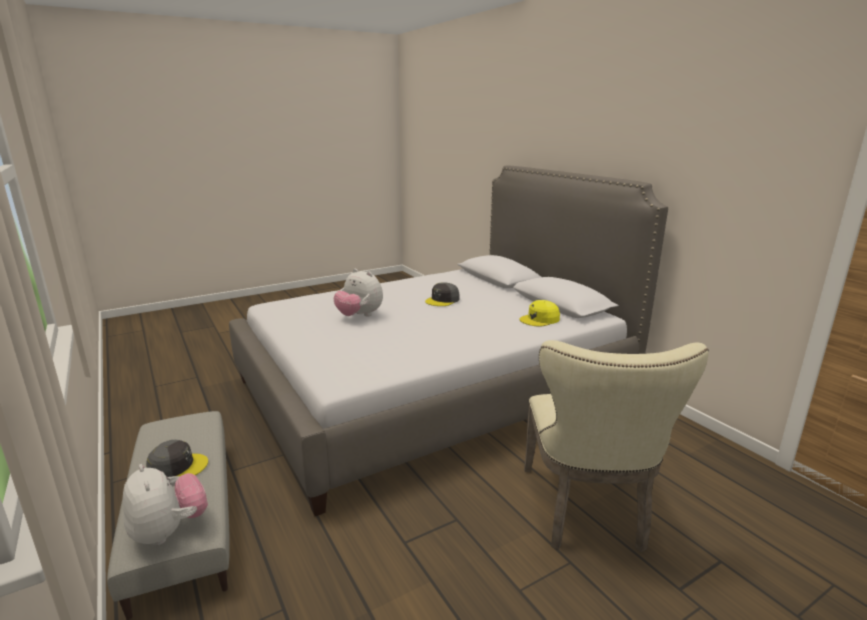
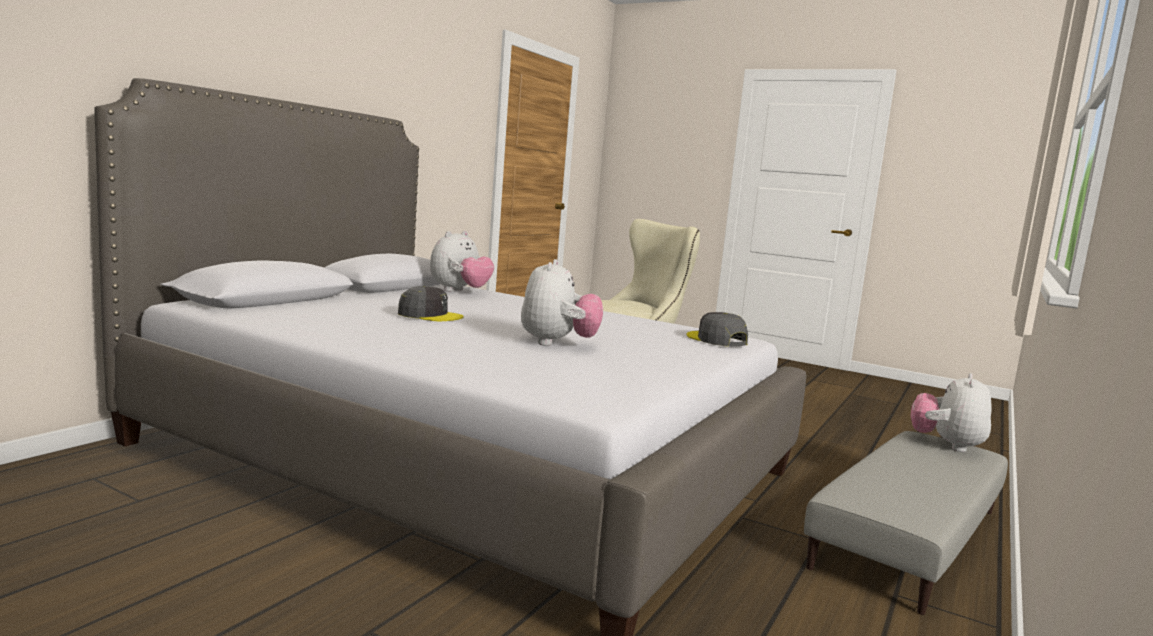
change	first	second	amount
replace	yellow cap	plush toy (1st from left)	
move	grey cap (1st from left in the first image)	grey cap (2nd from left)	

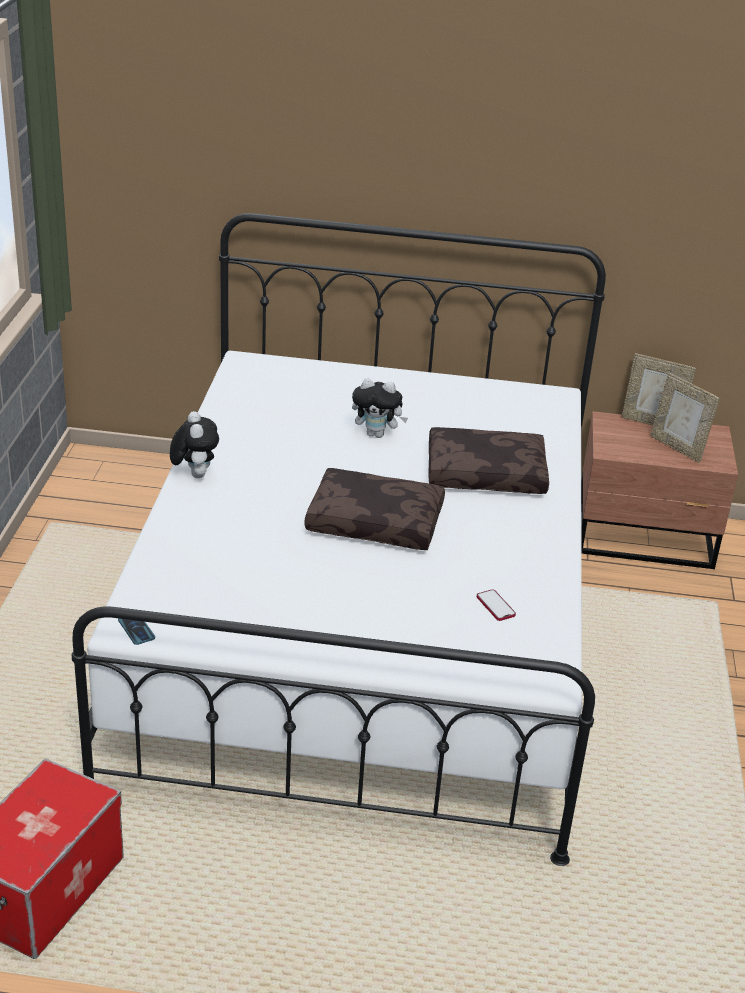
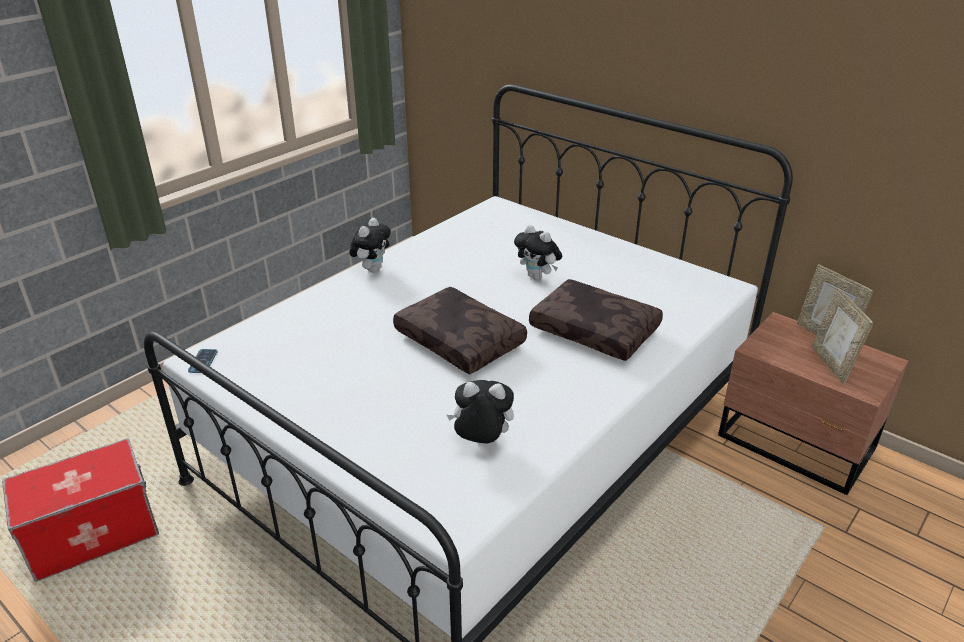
change	first	second	amount
replace	phone (2nd from left)	plush toy (2nd from left)	

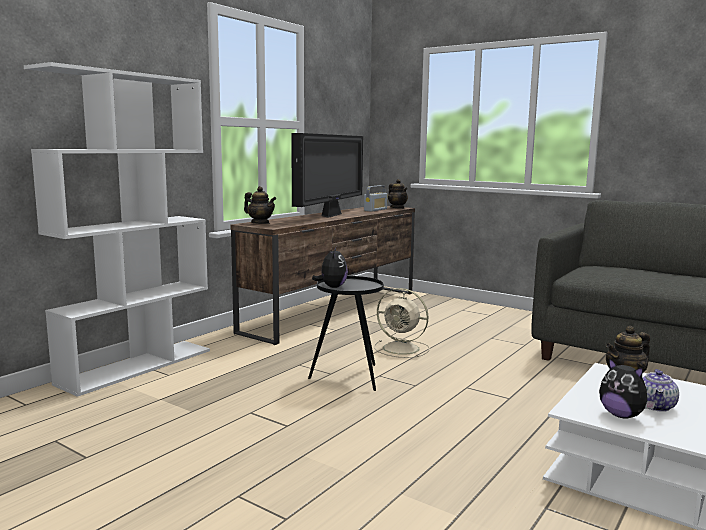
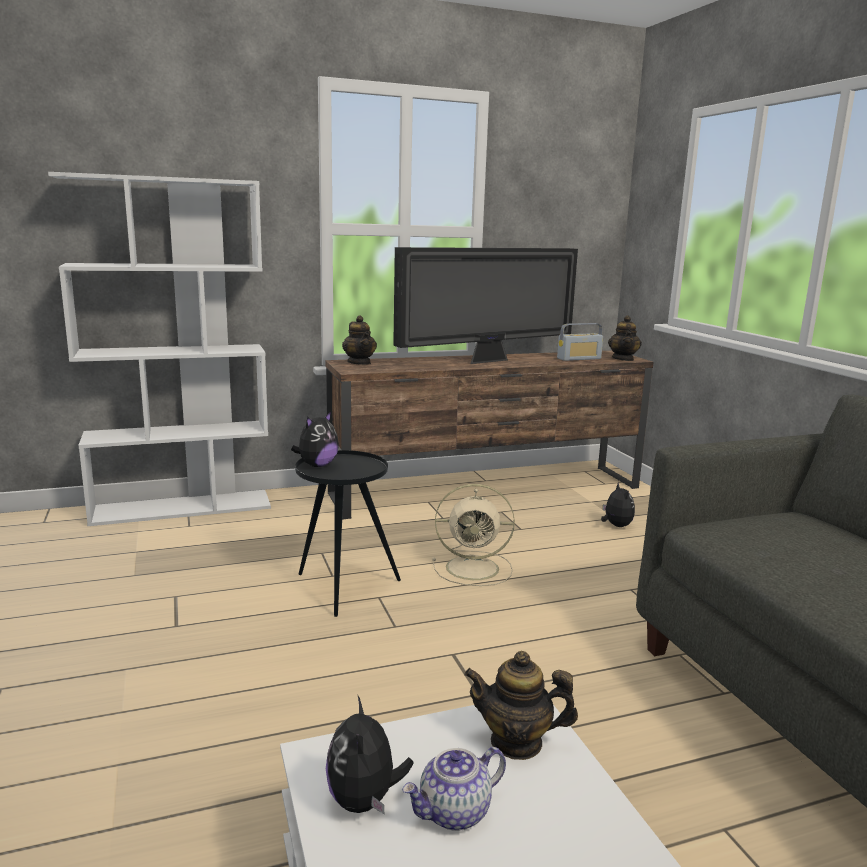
change	first	second	amount
rotate	beige fan		60 degrees counterclockwise
insert		plush toy (3rd from left)	

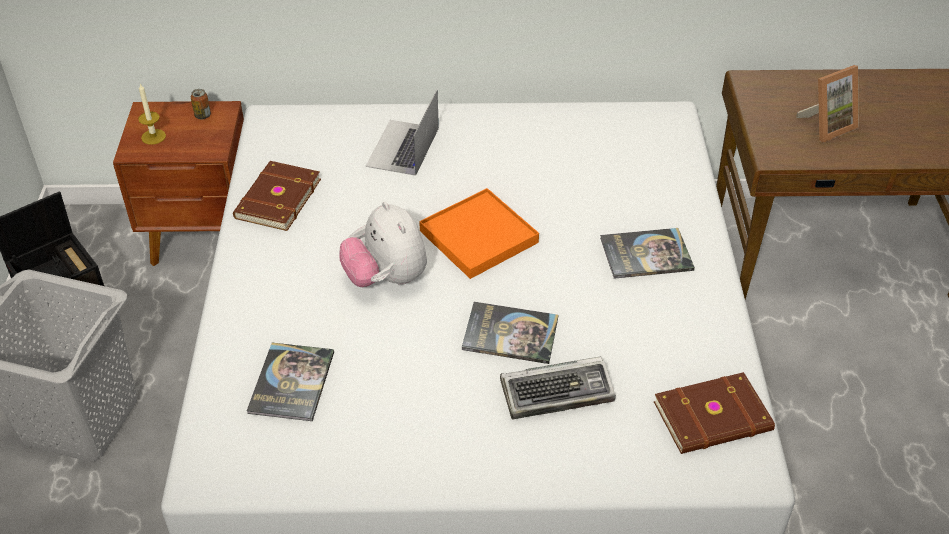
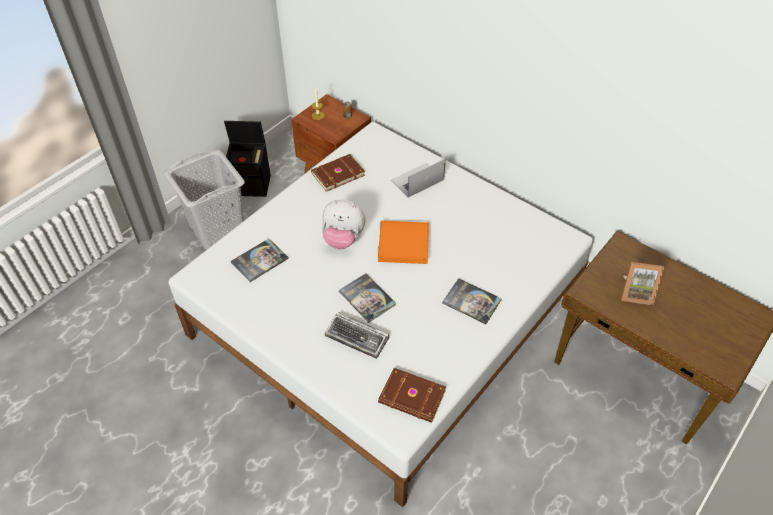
change	first	second	amount
rotate	plush toy		90 degrees counterclockwise

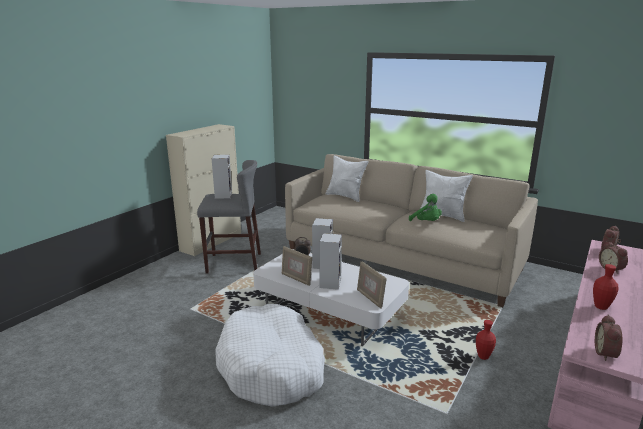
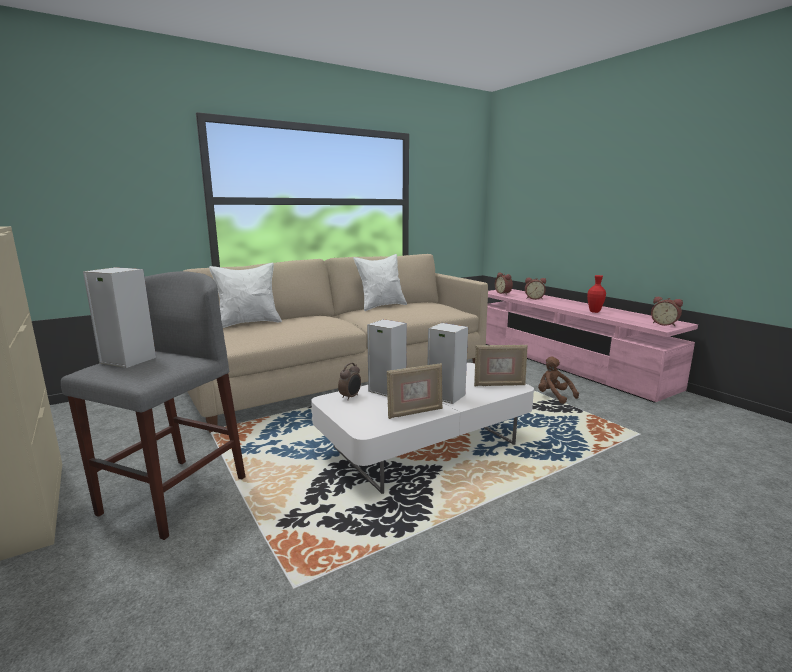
change	first	second	amount
delete	green plush toy		
delete	white dog bed		
replace	red vase (1st from left)	brown plush toy	

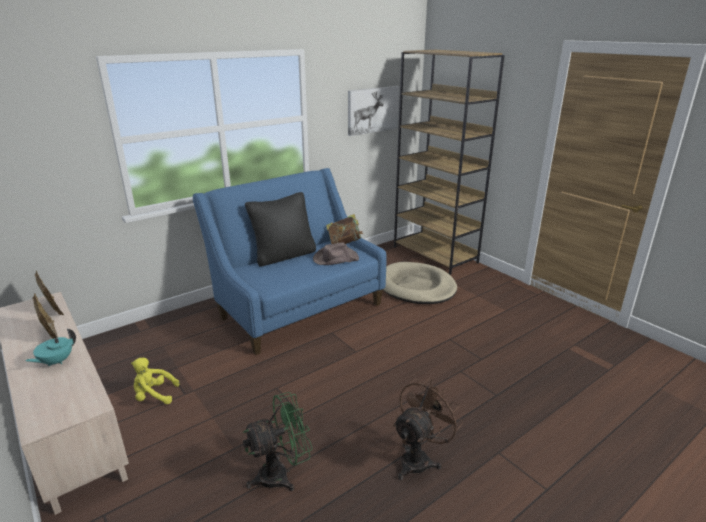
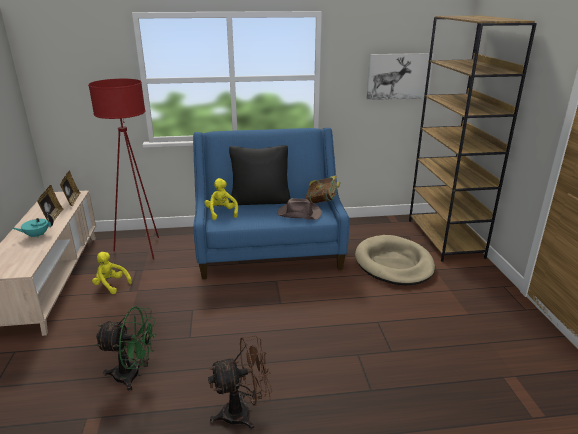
change	first	second	amount
insert		red floor lamp	
insert		yellow plush toy (2nd from left)	

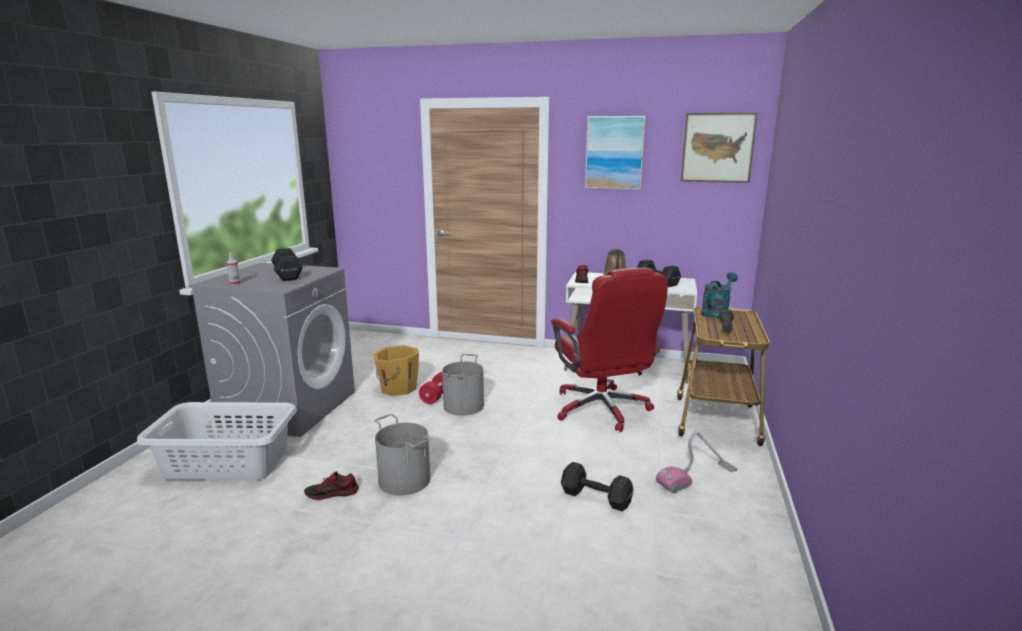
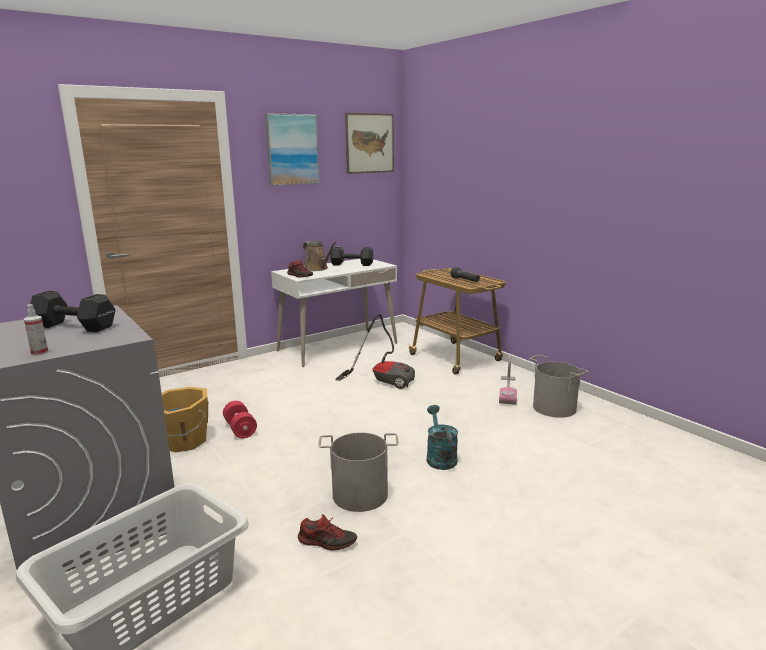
change	first	second	amount
replace	red office chair	vacuum cleaner (1st from left)	
move	turquoise watering can		
move	grey bucket (2nd from left)		
delete	black dumbbell (2nd from left)		
rotate	shoe (1st from left in the first image)	shoe (2nd from left)	105 degrees counterclockwise

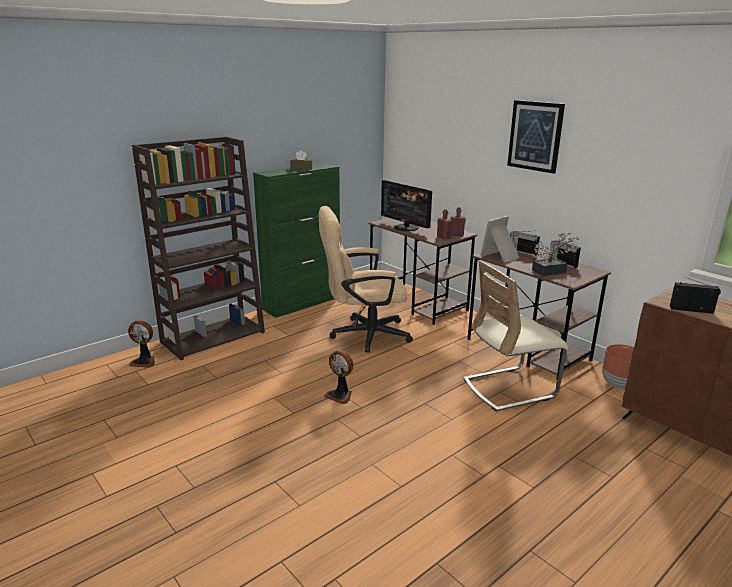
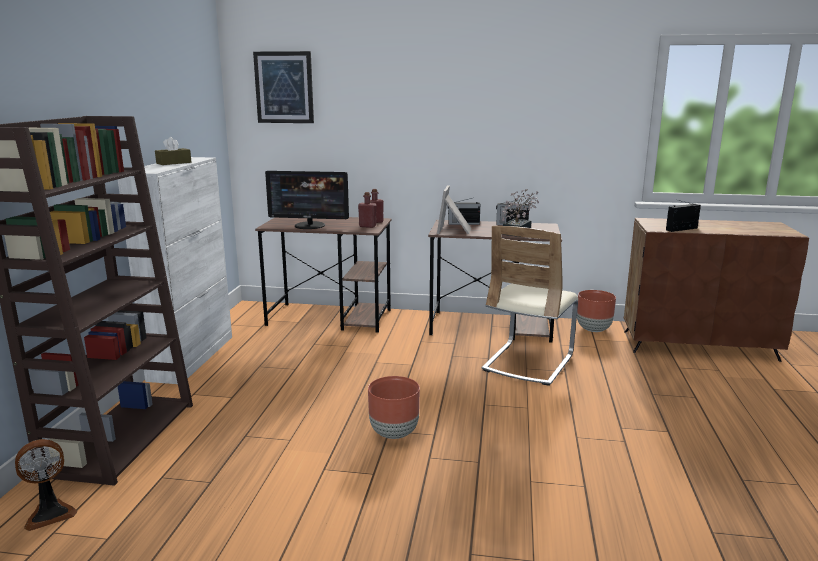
change	first	second	amount
move	picture		
recolor	green cabinet	white cabinet	
delete	beige office chair		
replace	fan (2nd from left)	brown planter (1st from left)	

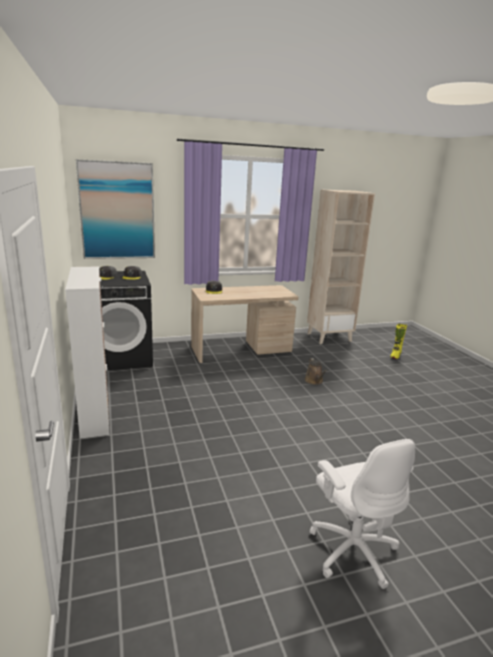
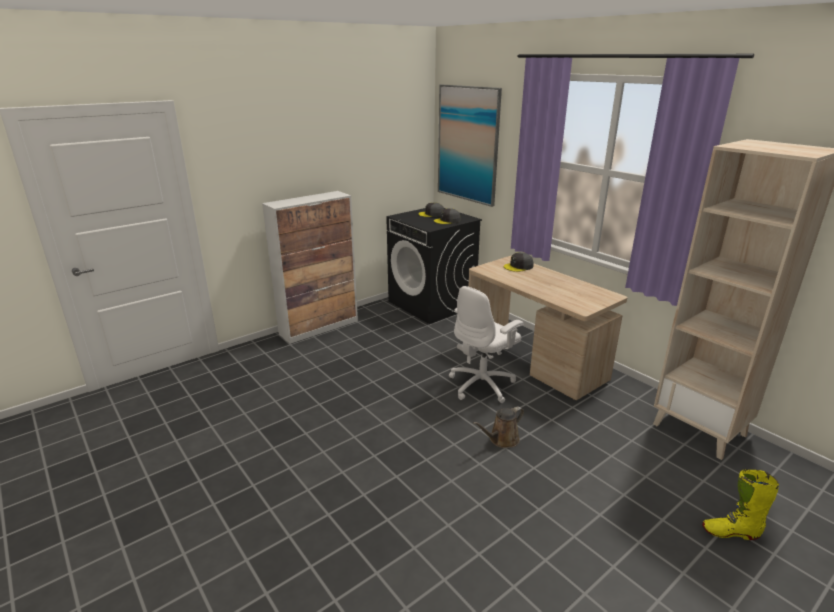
change	first	second	amount
move	white office chair		

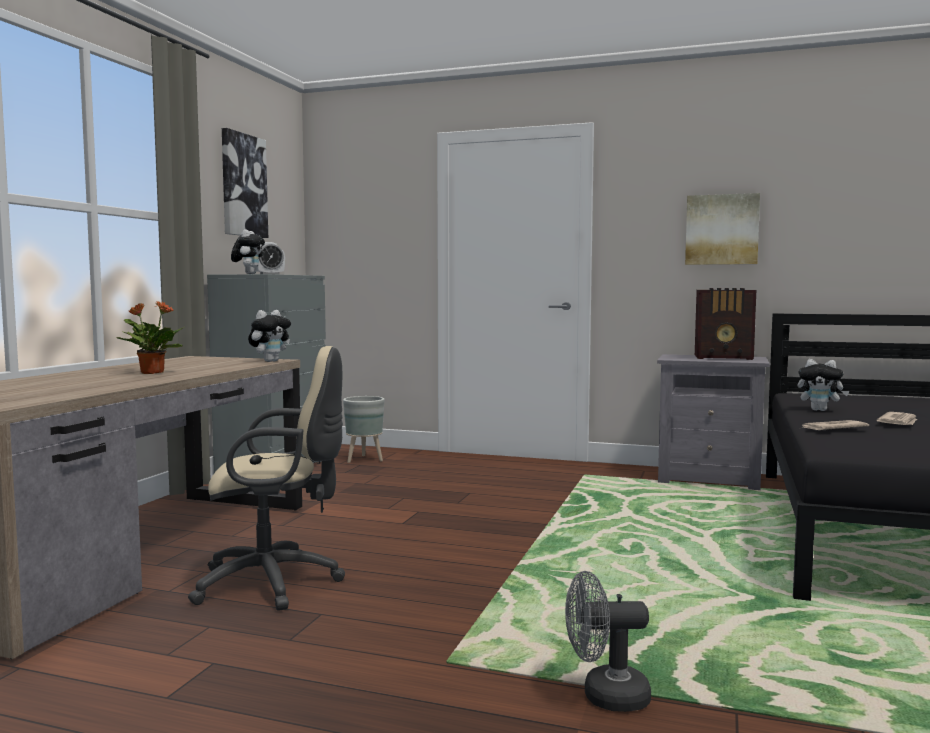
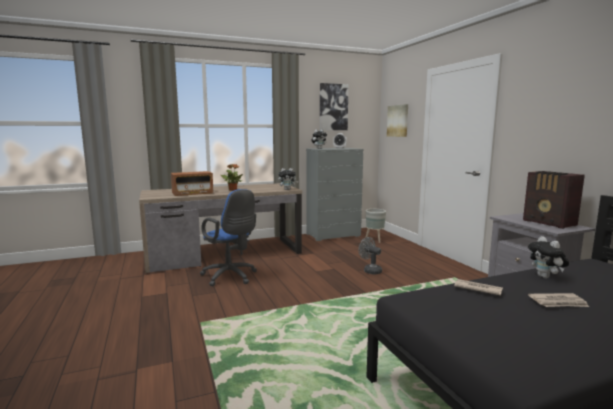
change	first	second	amount
move	picture (2nd from left)		
recolor	beige office chair	blue office chair	
move	grey fan		
insert		radio (1st from left)	

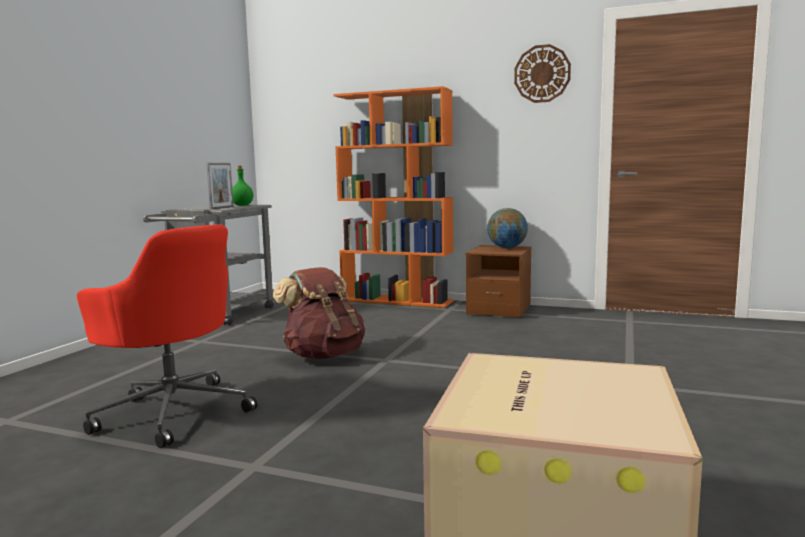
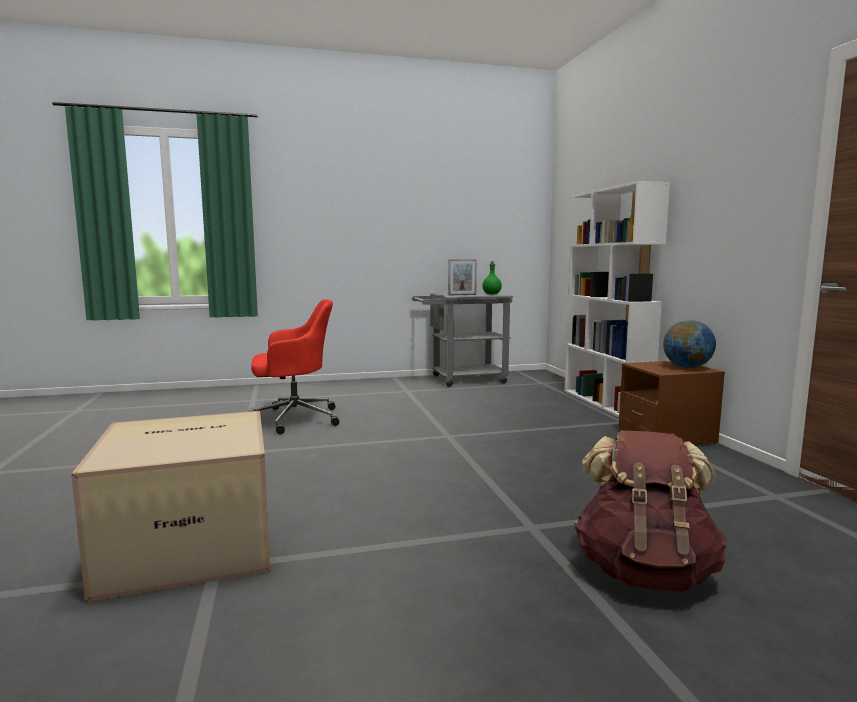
change	first	second	amount
delete	wall clock		
recolor	orange bookcase	white bookcase	
rotate	red office chair		105 degrees counterclockwise
move	brown backpack		

